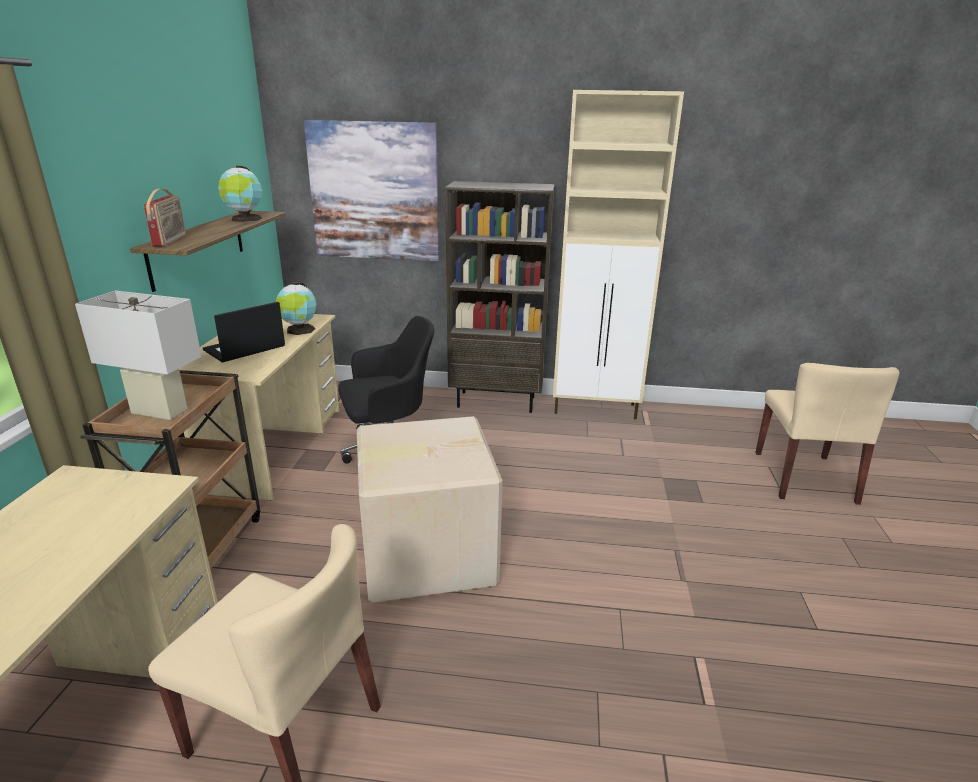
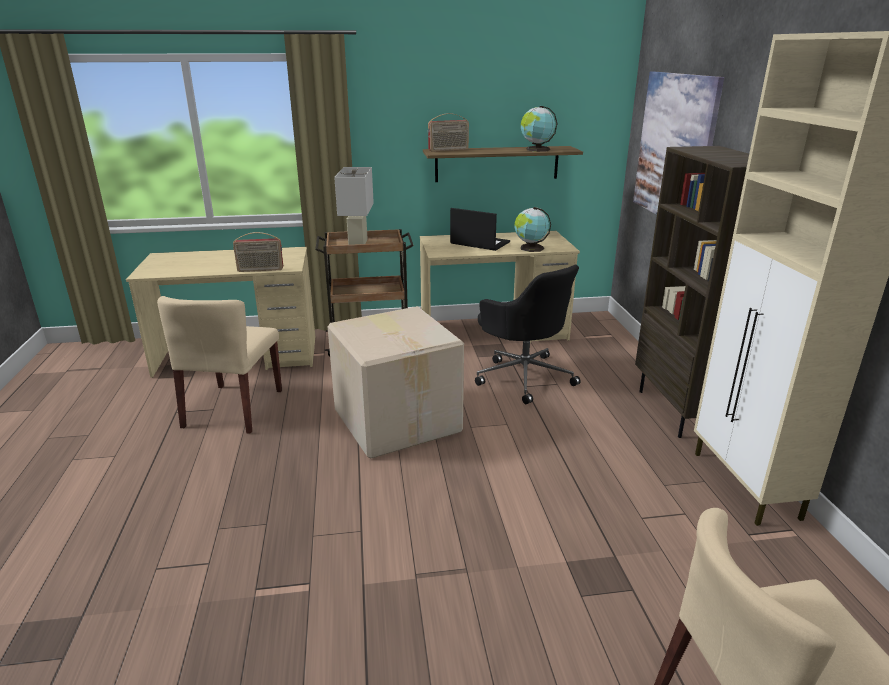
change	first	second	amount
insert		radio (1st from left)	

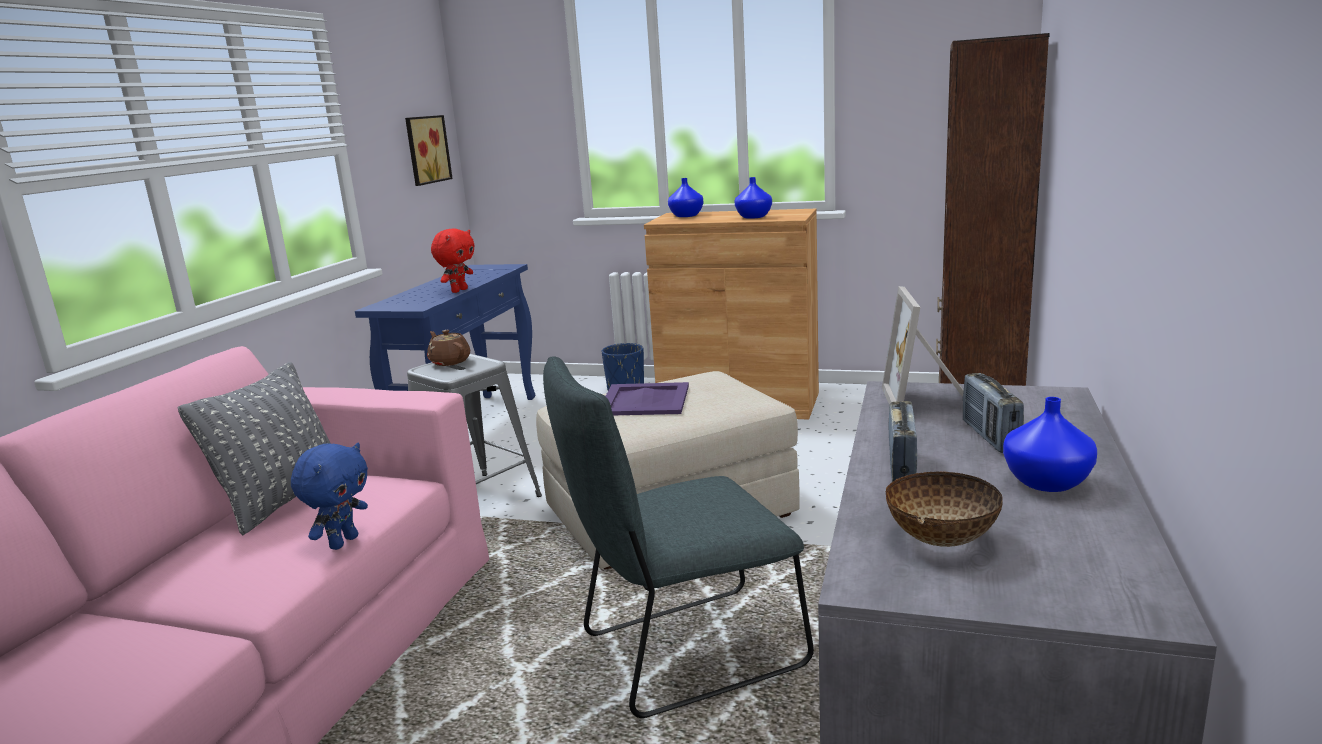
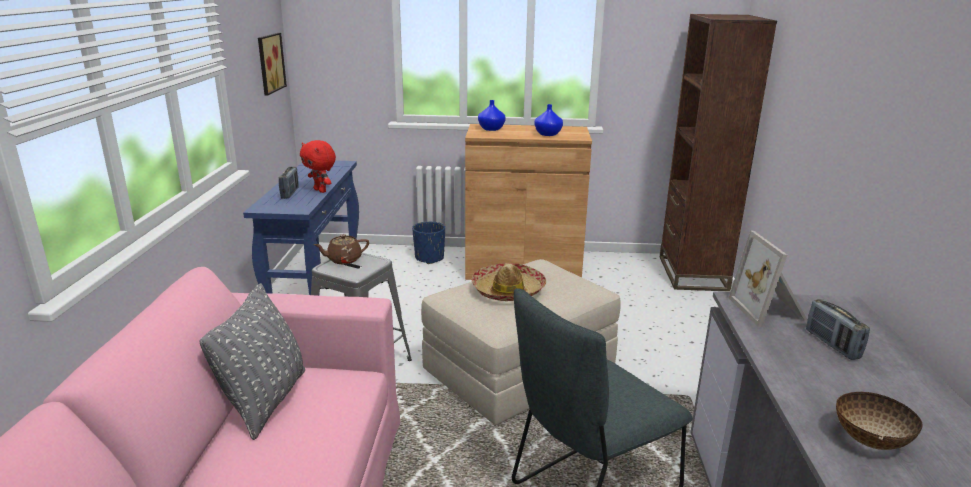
change	first	second	amount
rotate	red plush toy		120 degrees clockwise
rotate	brown teapot		60 degrees counterclockwise
replace	purple tray	hat	
delete	blue vase (3rd from left)		
move	radio (1st from left)		
delete	blue plush toy		

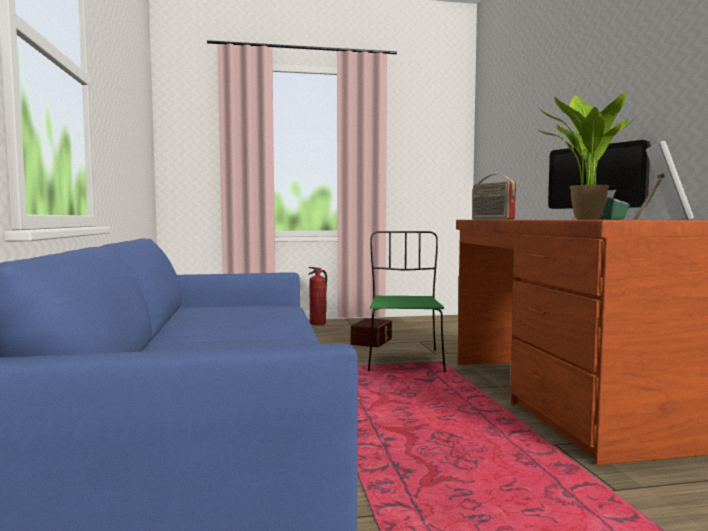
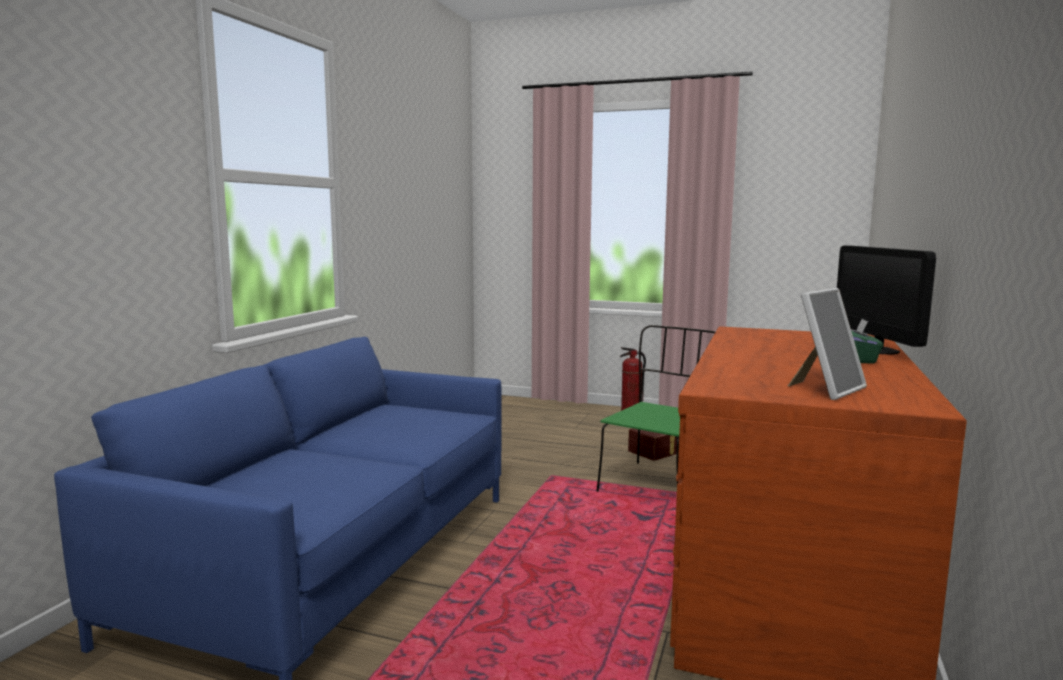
change	first	second	amount
delete	potted plant		
delete	radio		

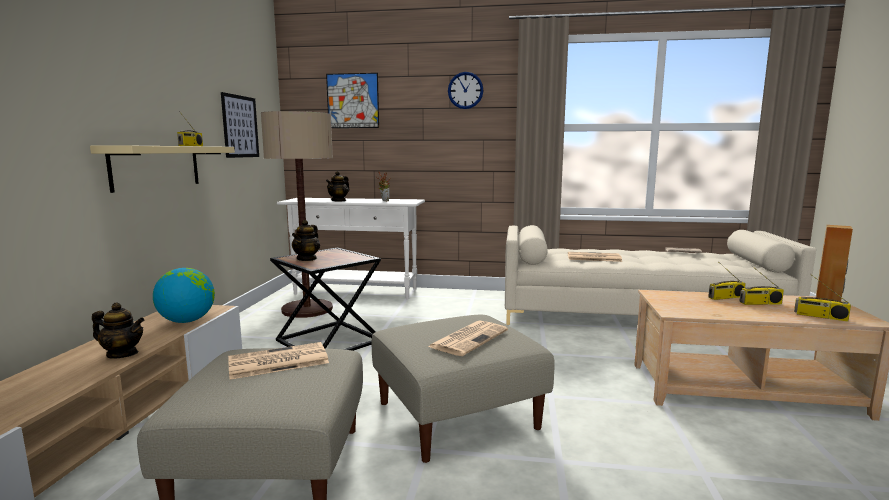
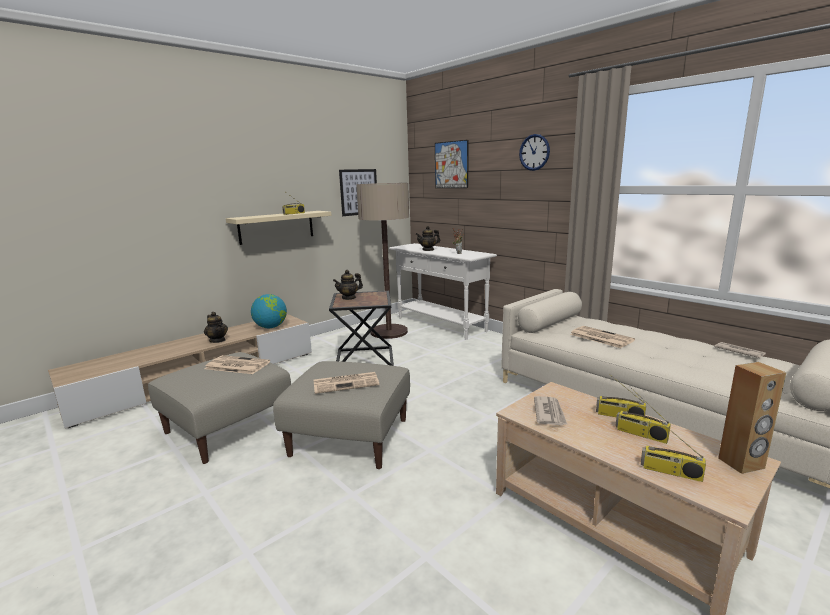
change	first	second	amount
rotate	radio (4th from left)		45 degrees counterclockwise
insert		newspaper (3rd from left)	

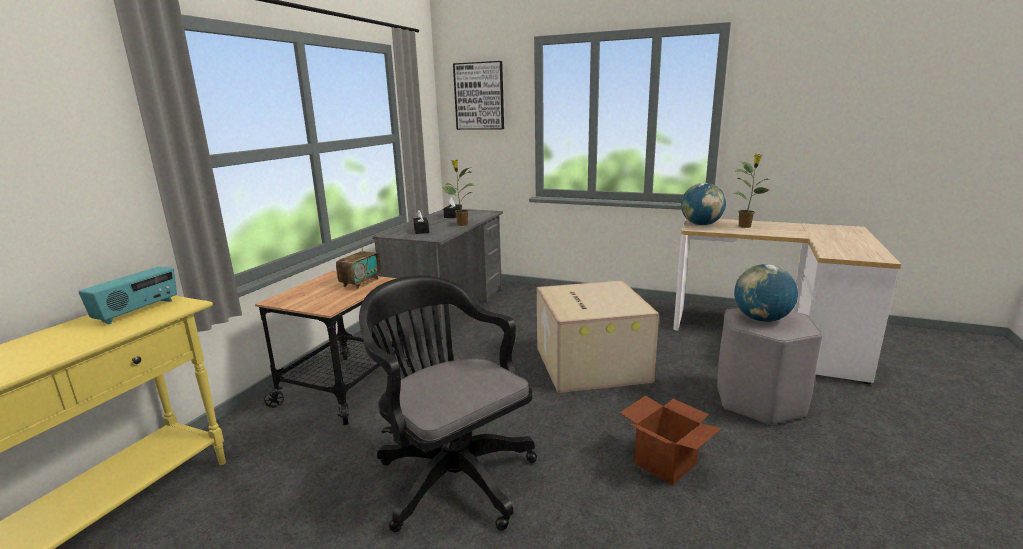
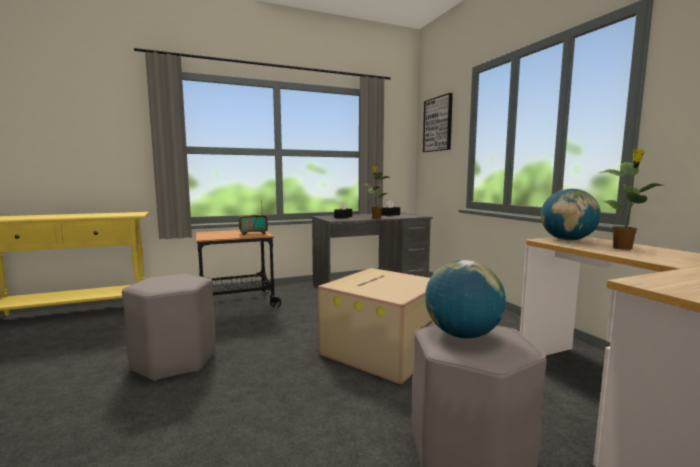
change	first	second	amount
delete	radio (1st from left)		
replace	black office chair	grey stool (1st from left)	
delete	cardboard box (2nd from left)		

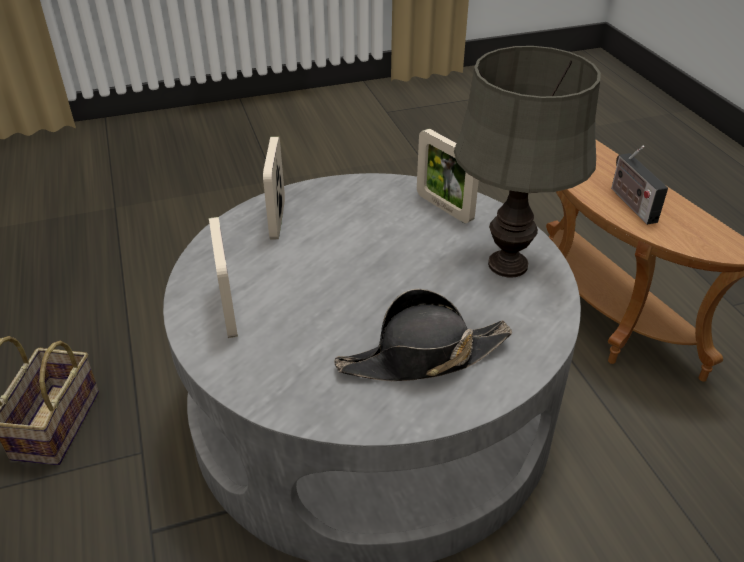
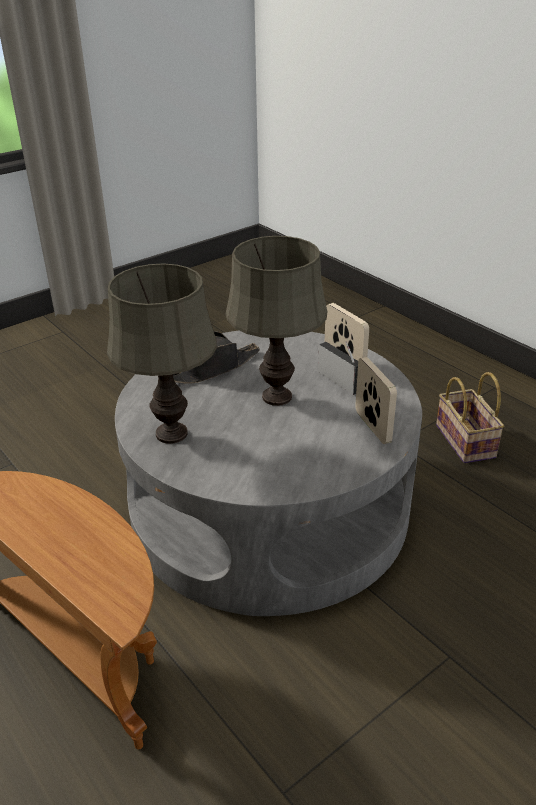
change	first	second	amount
delete	picture frame (3rd from left)		
move	radio		
insert		grey table lamp (2nd from left)	

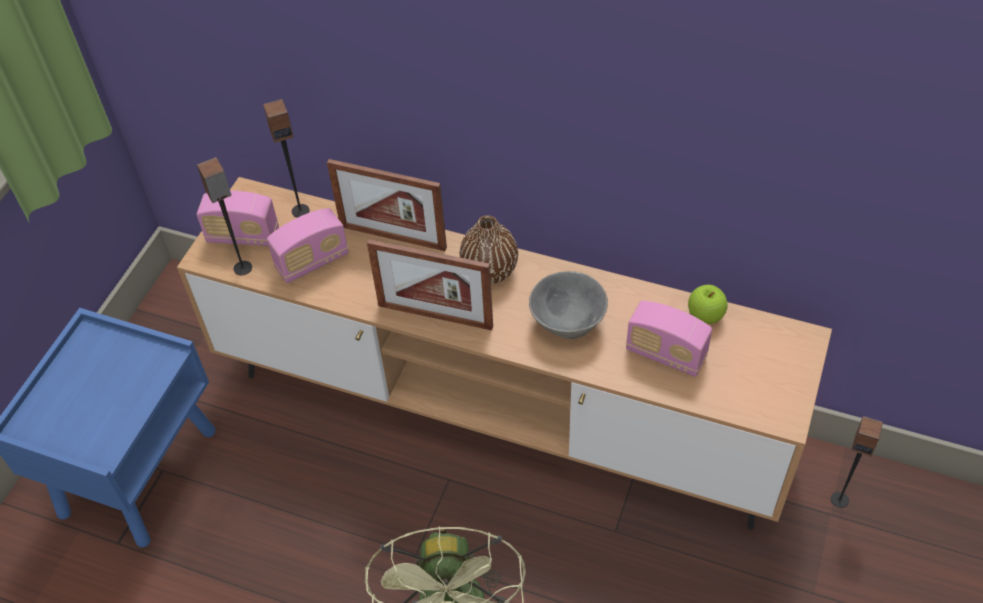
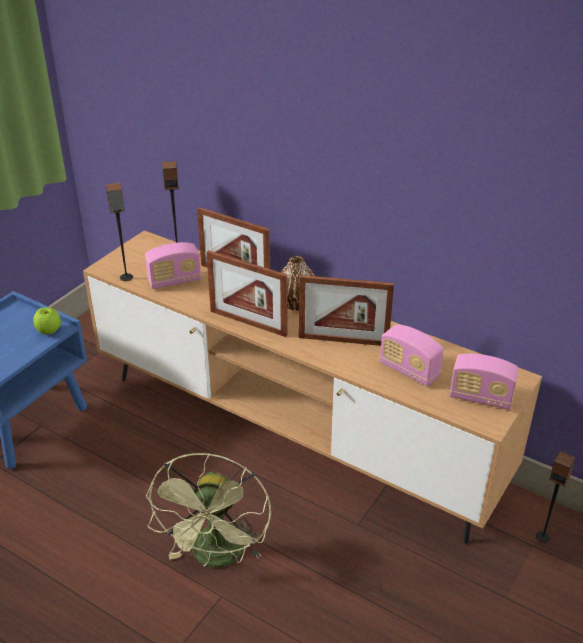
change	first	second	amount
move	radio (1st from left in the first image)	radio (3rd from left)	
replace	grey bowl	picture frame (3rd from left)	
move	apple		

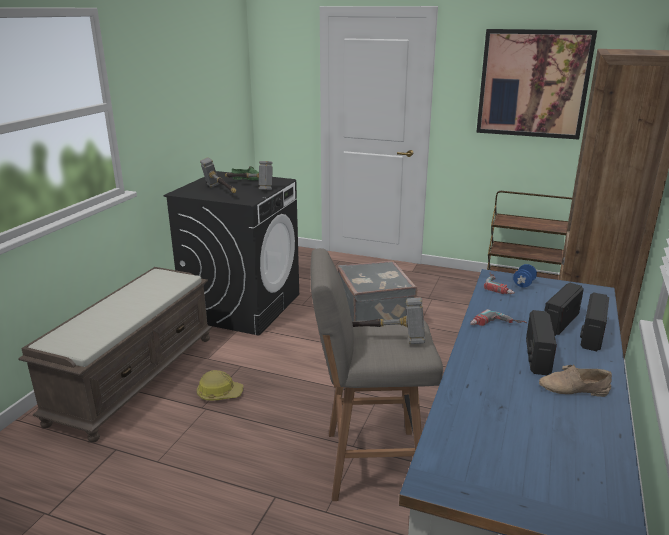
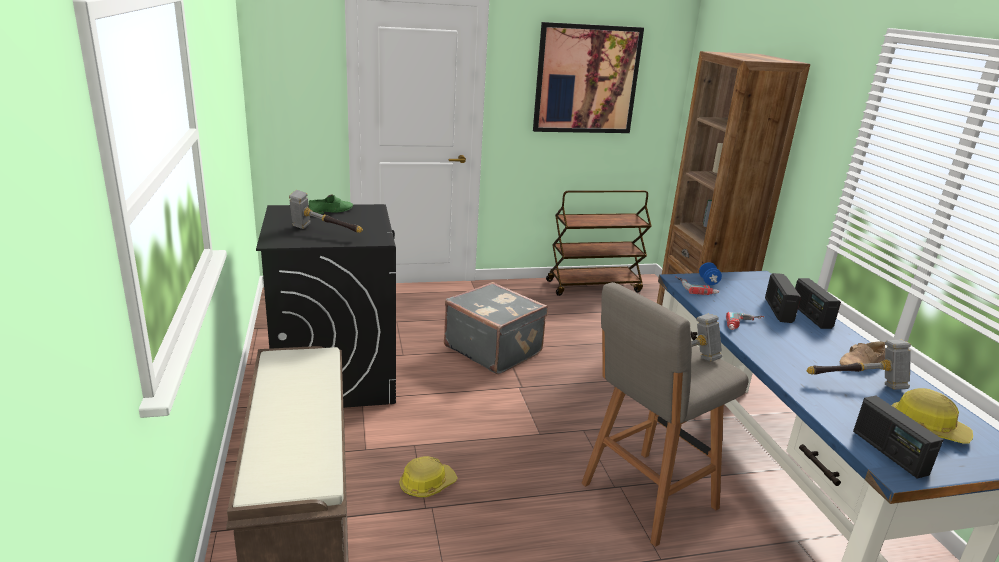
change	first	second	amount
move	hammer (2nd from left in the first image)	hammer (3rd from left)	
move	radio (1st from left in the first image)	radio (3rd from left)	
insert		hard hat (2nd from left)	

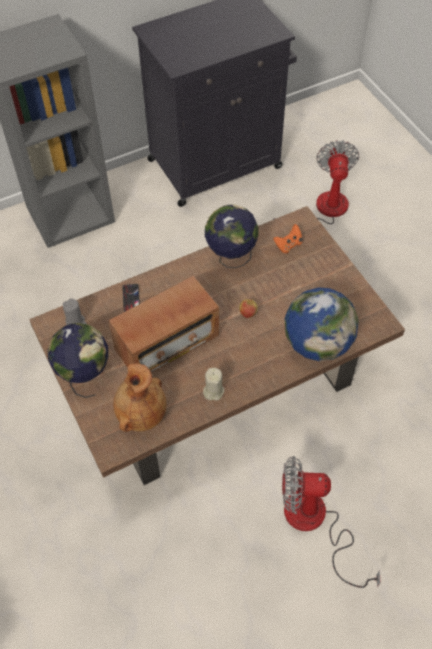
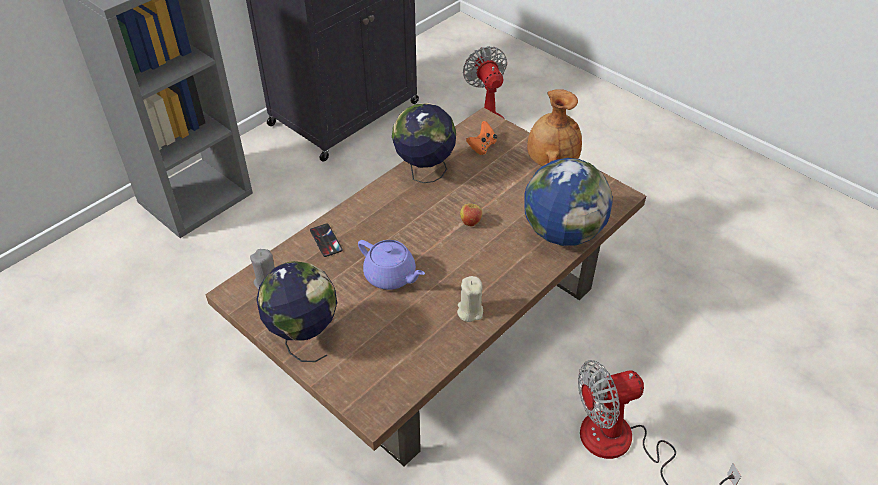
change	first	second	amount
replace	radio	purple teapot	
move	brown vase		

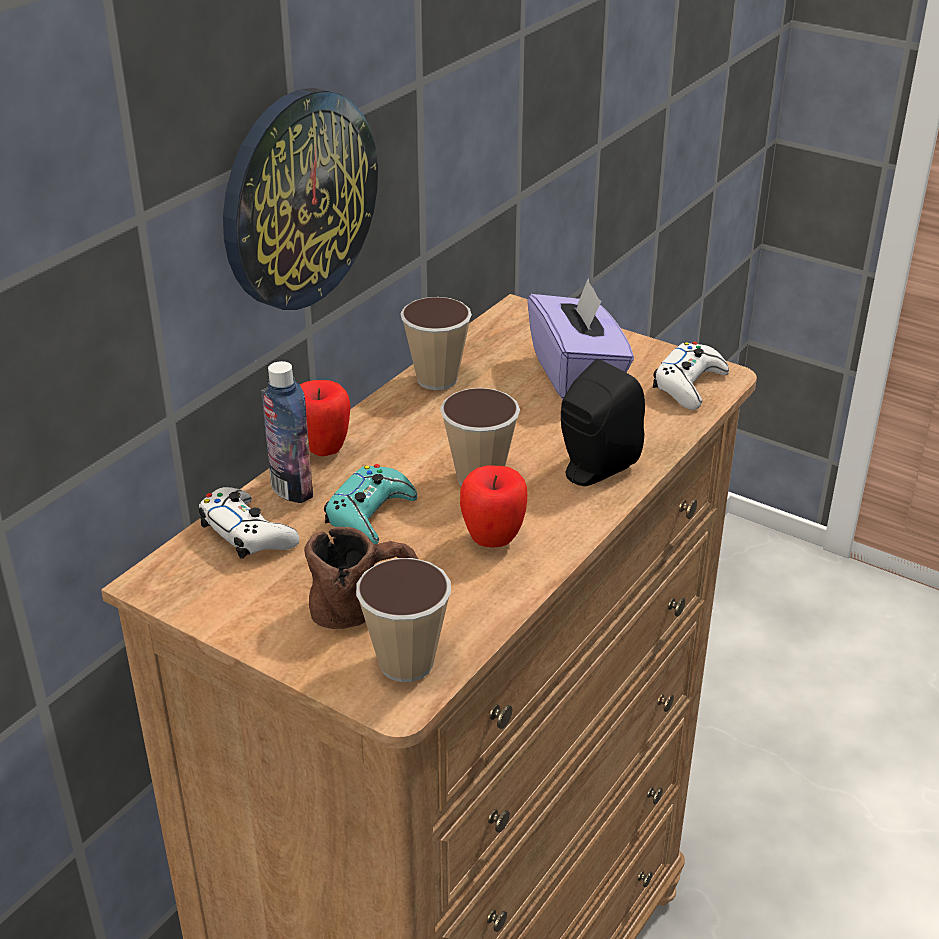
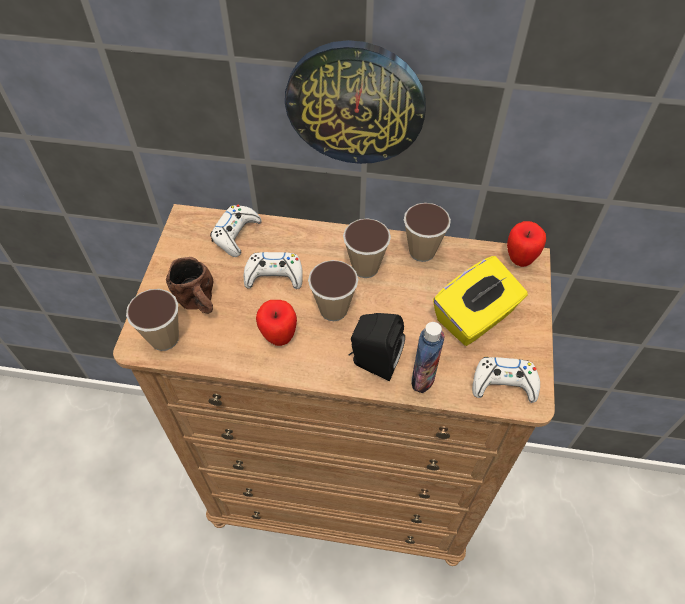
change	first	second	amount
recolor	purple tissue box	yellow tissue box	
move	bottle		
move	apple (1st from left in the first image)	apple (2nd from left)	
recolor	turquoise game controller	white game controller (2nd from left)	
insert		cup (3rd from left)	

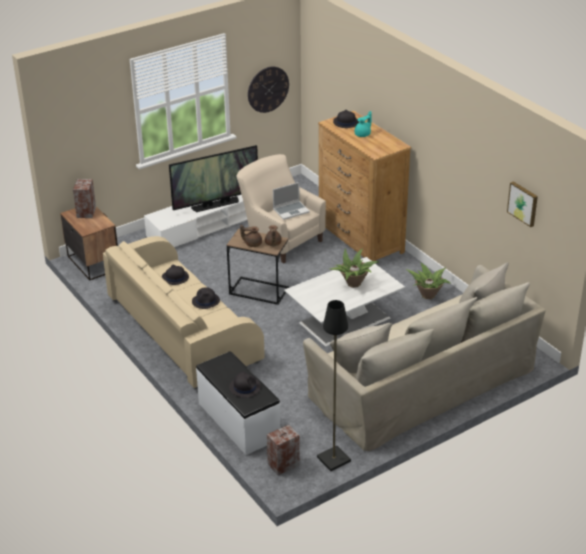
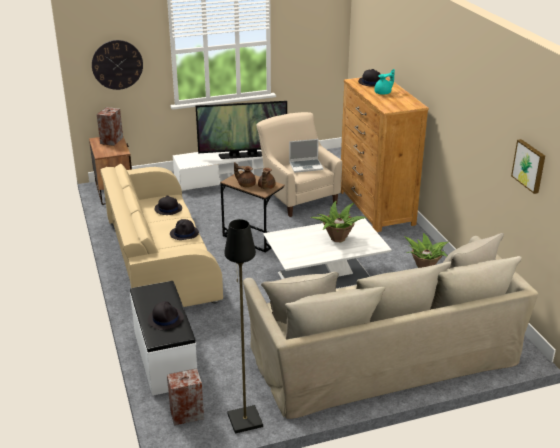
change	first	second	amount
move	wall clock		

